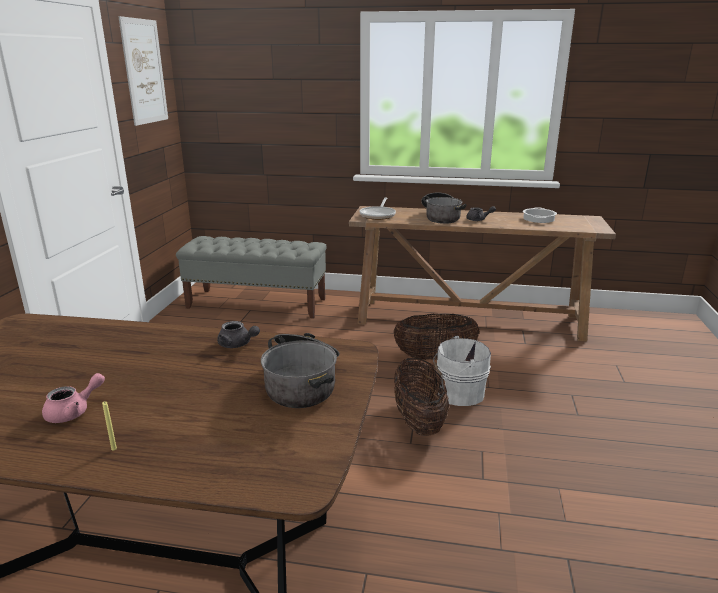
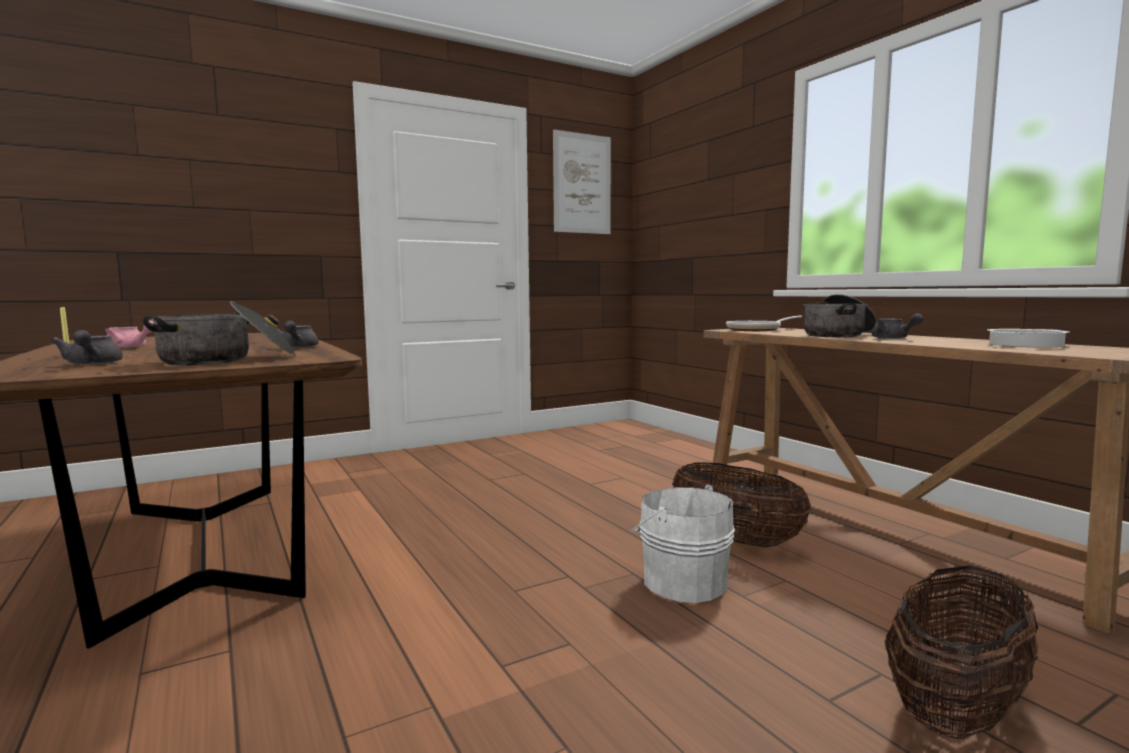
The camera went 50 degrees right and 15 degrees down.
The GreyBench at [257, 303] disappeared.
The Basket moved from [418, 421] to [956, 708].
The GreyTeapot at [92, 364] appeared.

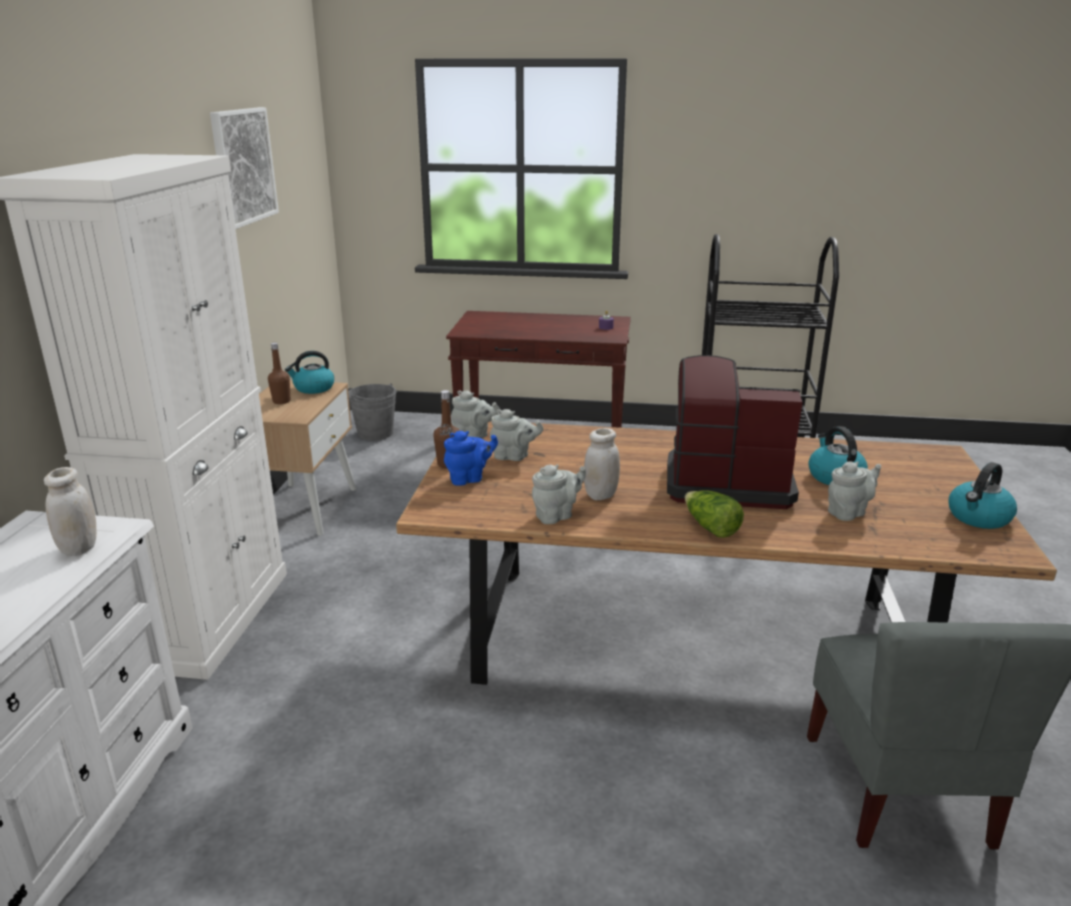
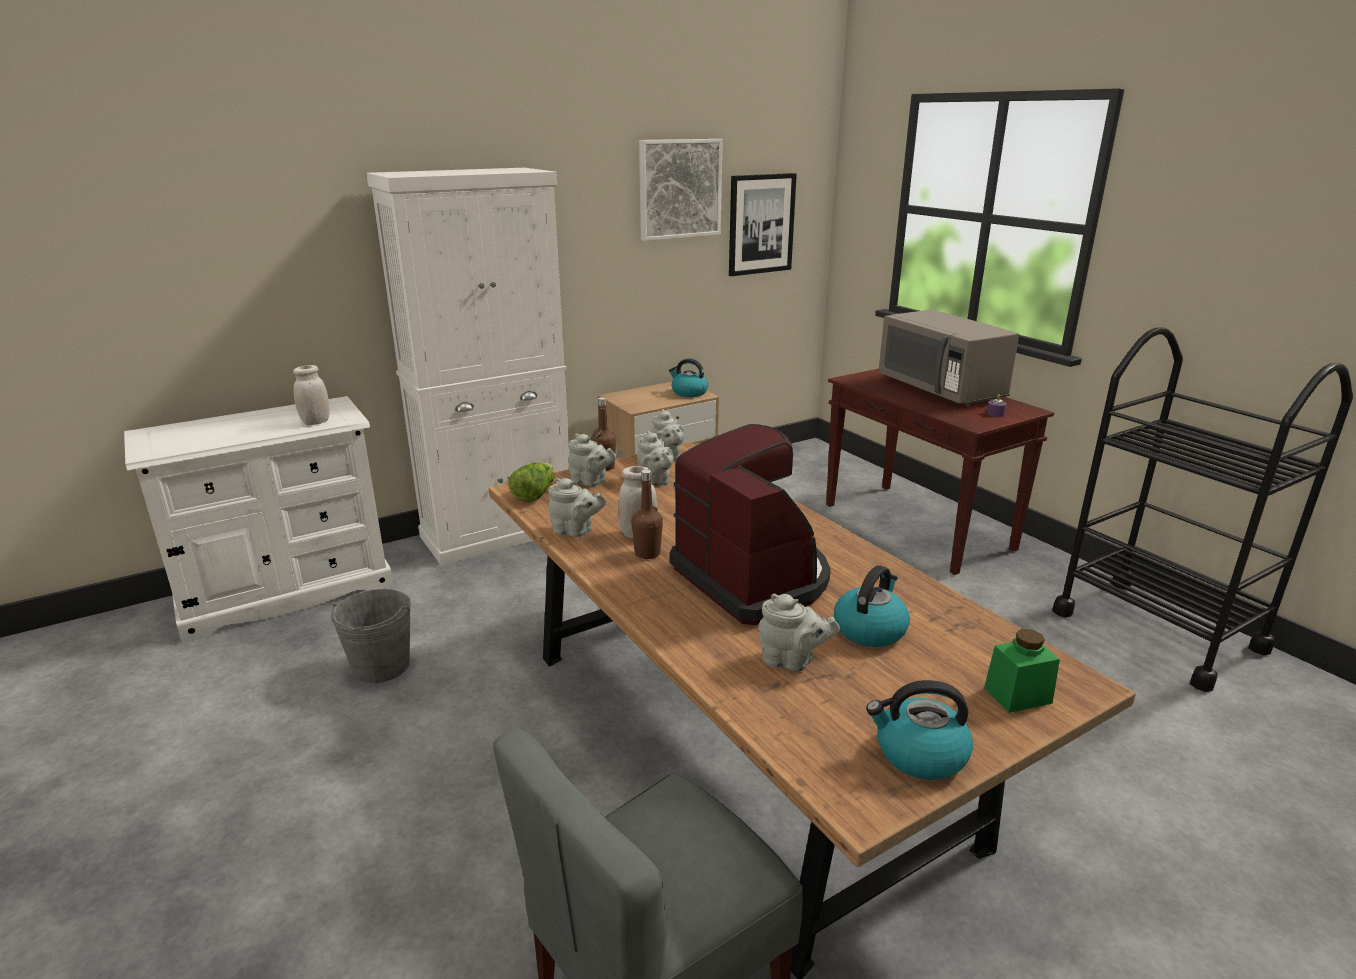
The camera went 50 degrees right and 0 degrees up.
The BrownBottle moved from [281, 401] to [647, 553].
The GreyBucket moved from [375, 433] to [381, 666].
The BlueTeapot at [469, 479] became the GreyTeapot at [591, 482].
The Lettuce moved from [710, 527] to [534, 494].
The Picture at [761, 224] appeared.
The GreyMicrowave at [940, 390] appeared.
The GreenJar at [1017, 695] appeared.

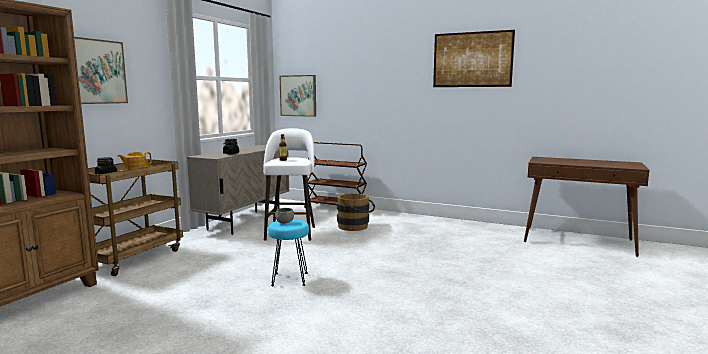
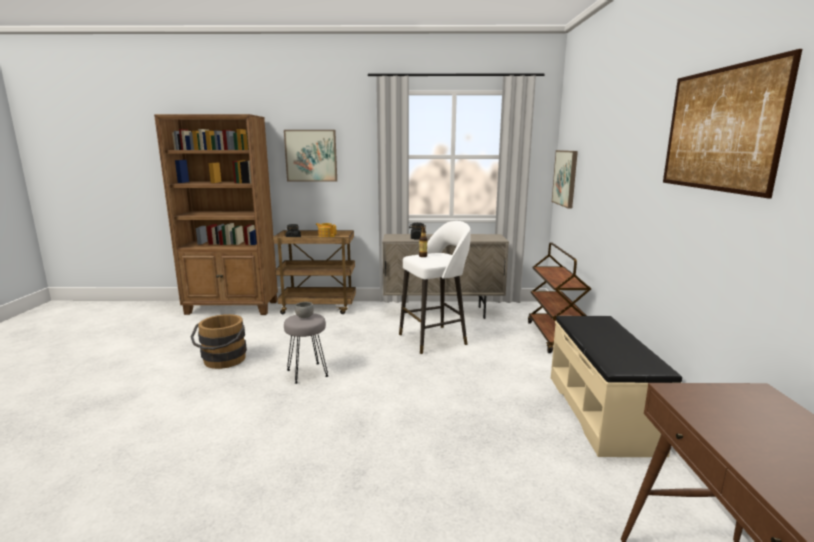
The camera went 65 degrees right and 5 degrees up.
The BrownBucket moved from [356, 227] to [223, 361].
The TurquoiseStool at [290, 279] became the GreyStool at [308, 373].
The BeigeBench at [602, 412] appeared.

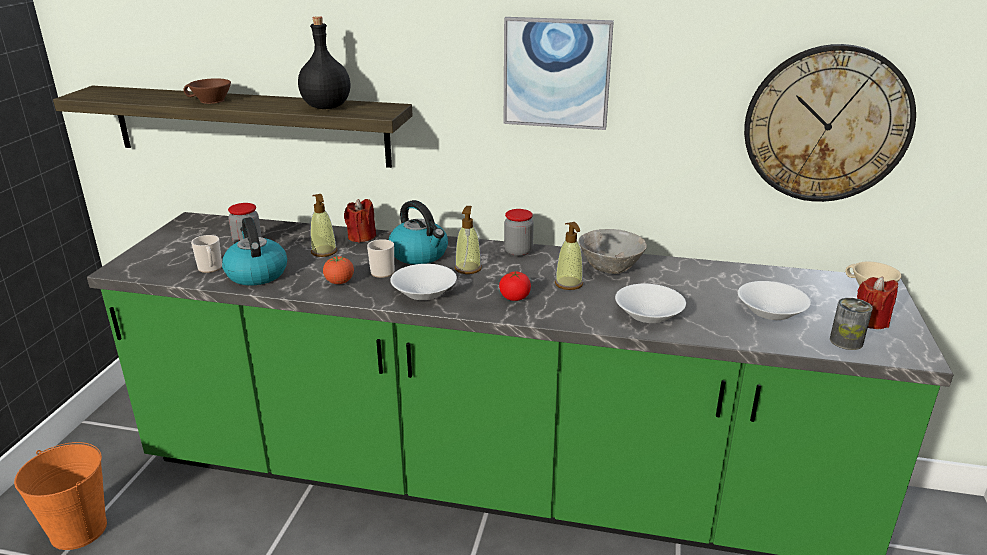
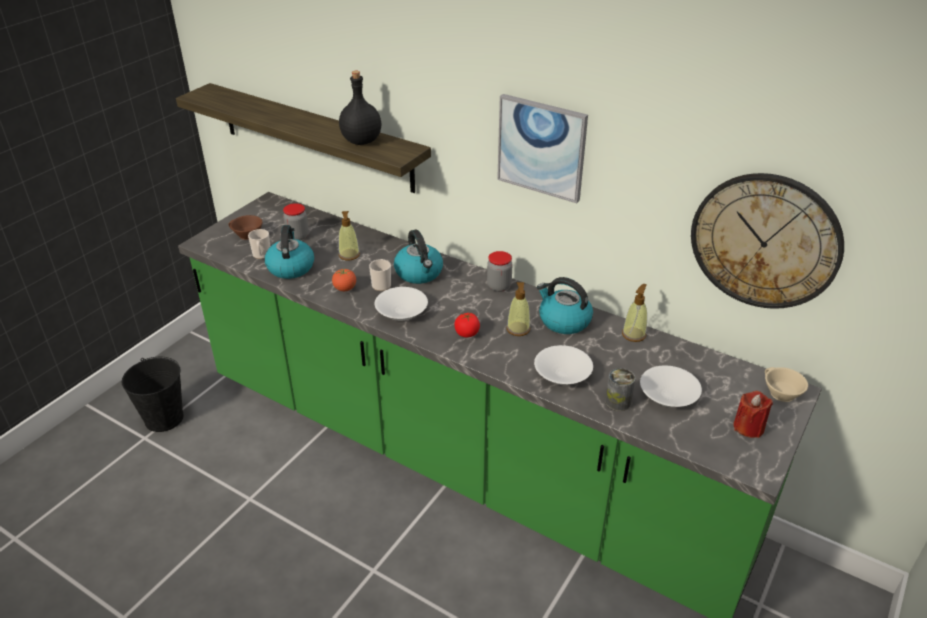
The camera went 20 degrees right and 10 degrees up.
The BrownCup moved from [210, 101] to [246, 235].
The RedCandle at [361, 237] disappeared.
The SoapDispenser moved from [468, 268] to [634, 334].
The GreyBowl at [610, 268] was replaced by the Kettle at [563, 321].
The Can moved from [846, 341] to [618, 402].
The OrangeBucket at [78, 530] became the BlackBucket at [164, 418].

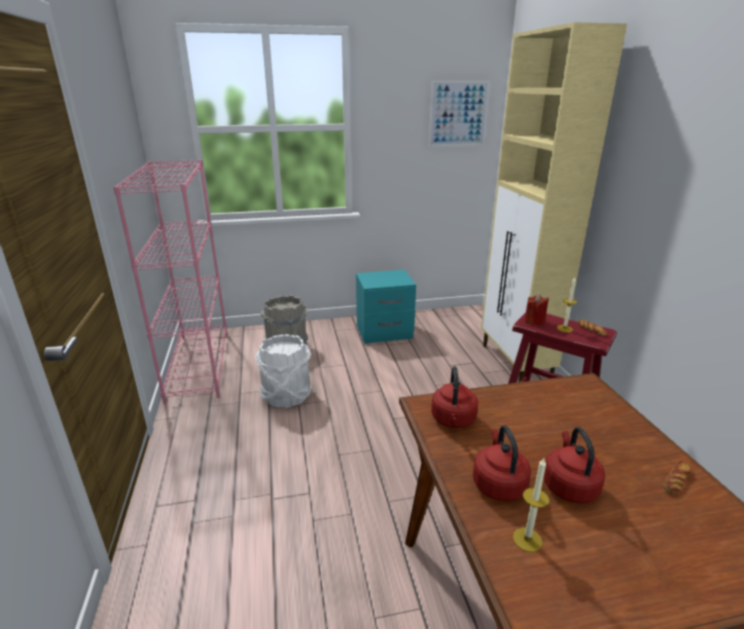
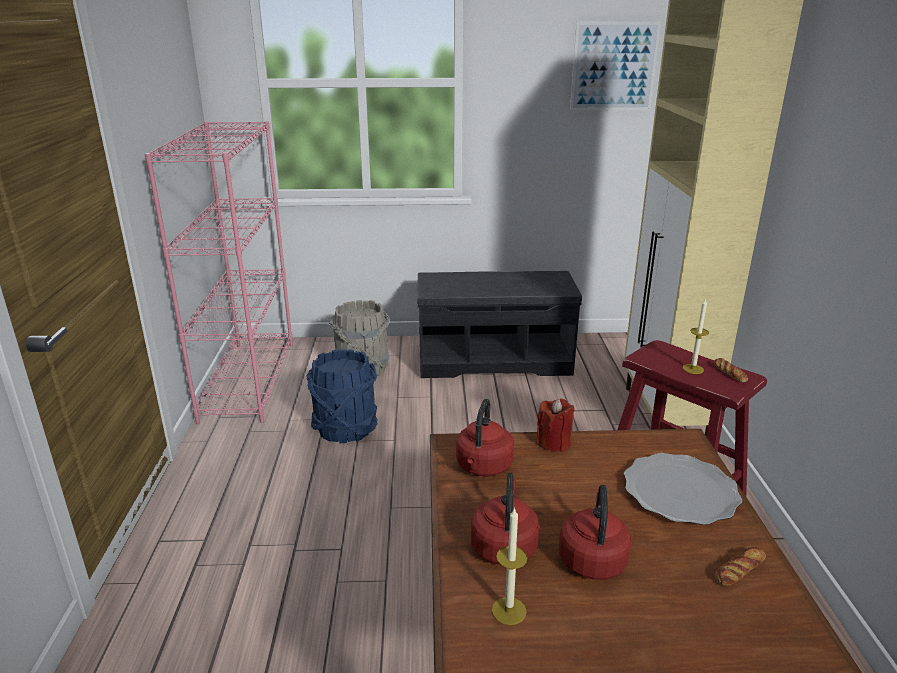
The camera went 10 degrees right and 0 degrees up.
The TurquoiseNightstand at [384, 332] was replaced by the GreyBench at [495, 360].
The RedCandle moved from [534, 321] to [554, 442].
The WhiteBucket at [286, 395] became the BlueBucket at [346, 428].
The Plate at [680, 492] appeared.

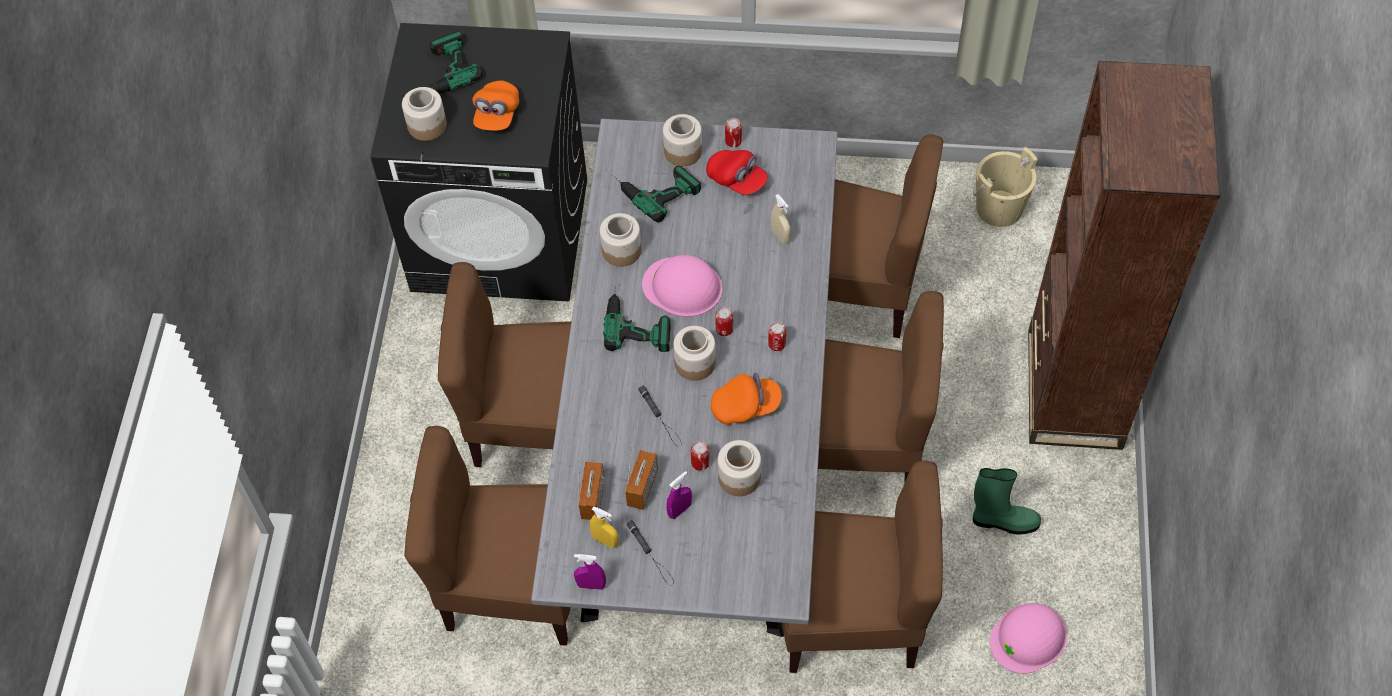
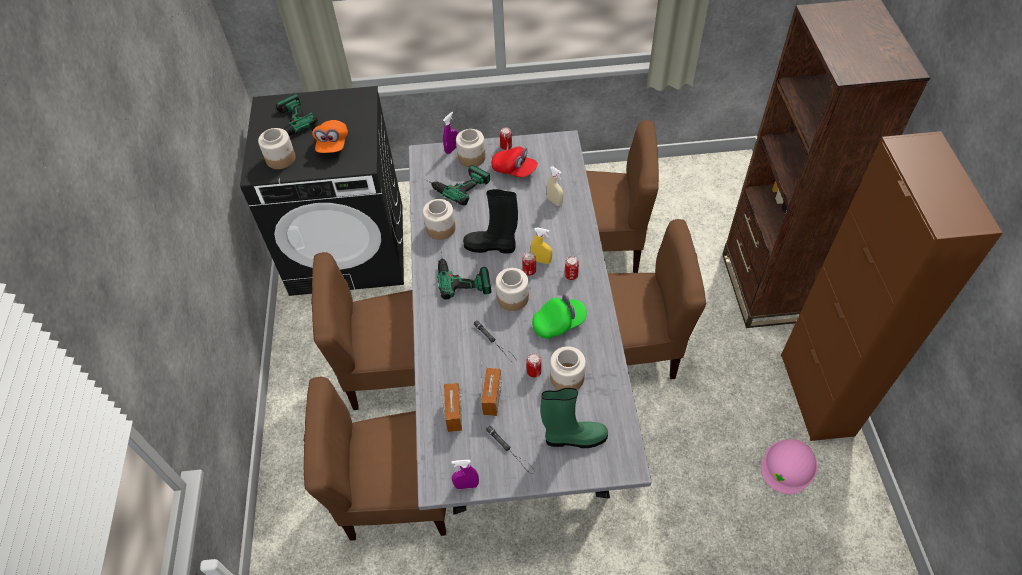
The camera went 10 degrees left and 5 degrees down.
The BeigeBucket at [999, 208] disappeared.
The PinkHardHat at [682, 287] was replaced by the BlackBoot at [491, 246].
The OrangeCap at [745, 406] became the GreenCap at [559, 323].
The BrownChair at [851, 616] disappeared.
The GreenBoot moved from [1003, 521] to [574, 438].
The PurpleSprayBottle moved from [679, 510] to [451, 149].
The YellowSprayBottle moved from [605, 541] to [541, 260].
The BrownCabinet at [816, 394] appeared.

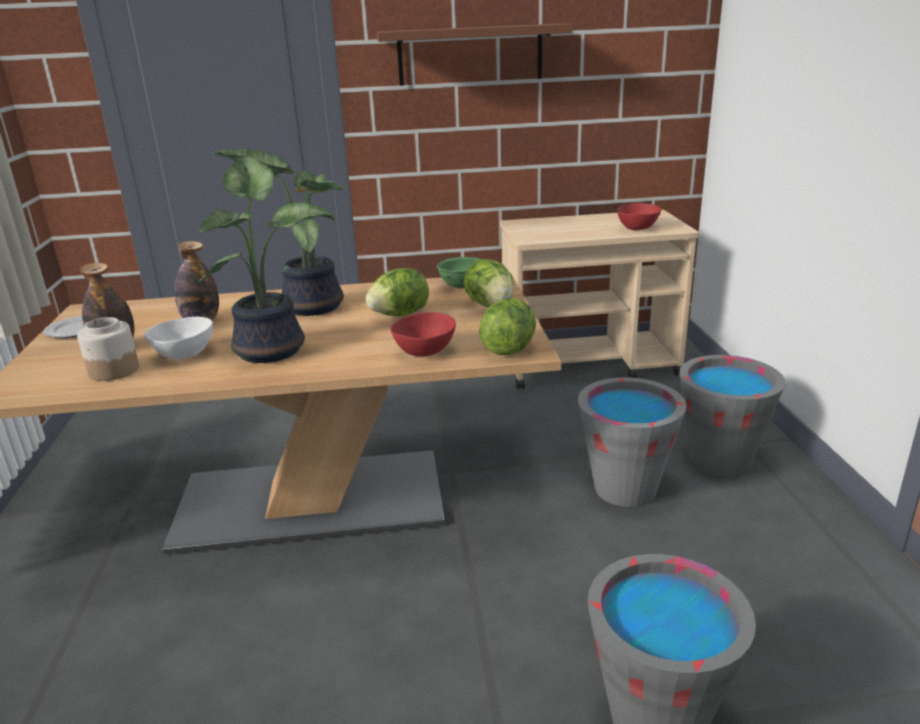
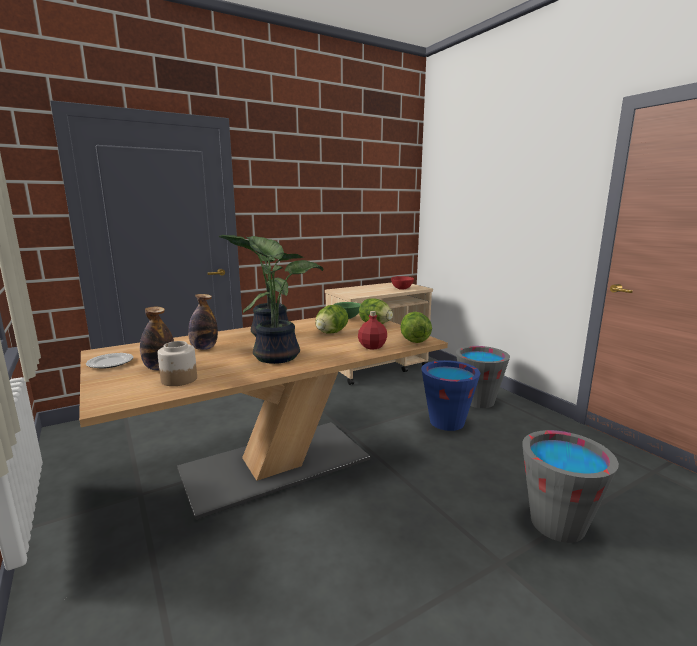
The camera went 25 degrees left and 10 degrees down.
The BrownShelf at [470, 55] disappeared.
The RedBowl at [426, 351] was replaced by the RedBottle at [372, 346].
The WhiteBowl at [186, 355] disappeared.
The GreyBucket at [625, 488] became the BlueBucket at [447, 422].

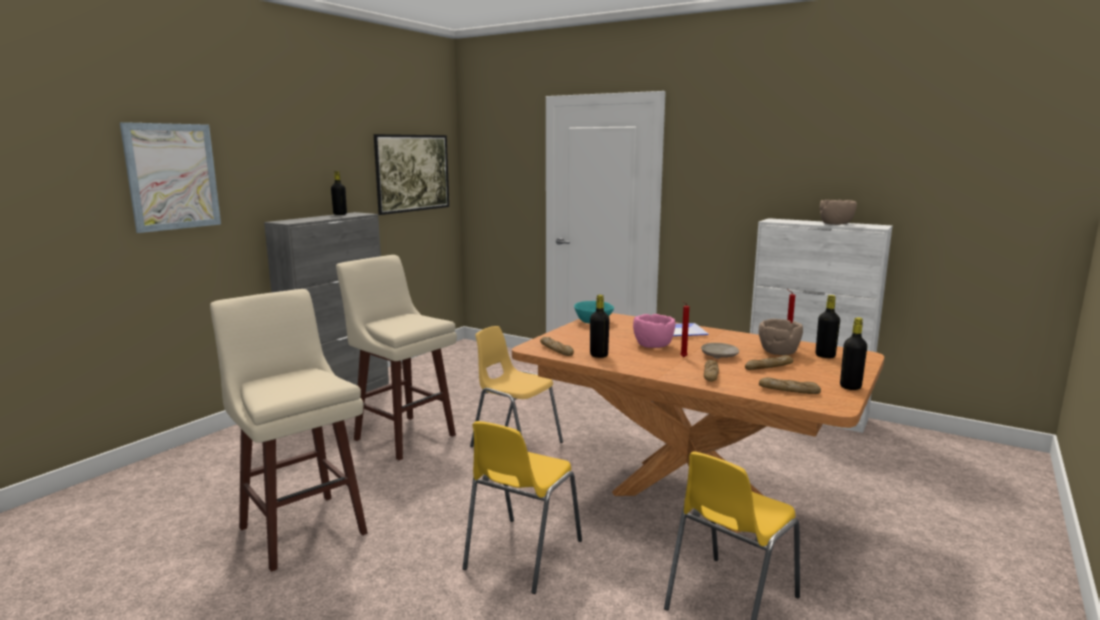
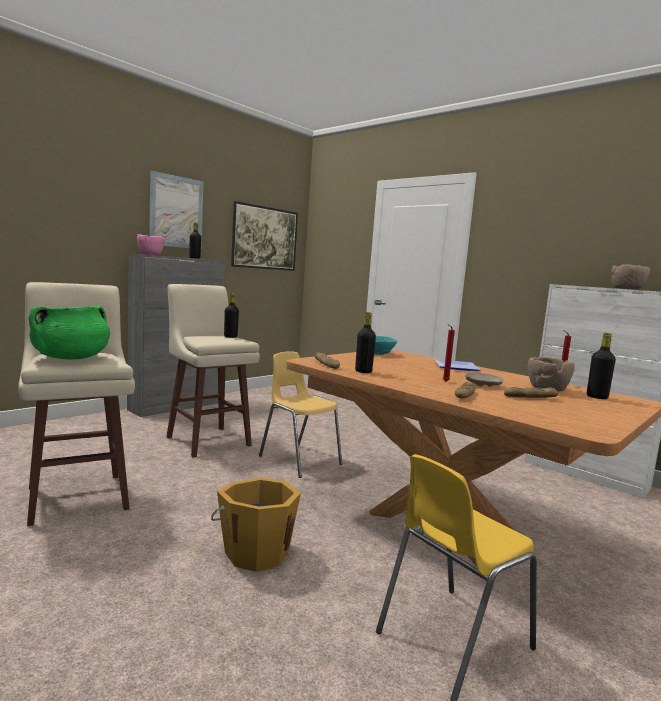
The camera went 10 degrees right and 5 degrees down.
The Picture moved from [172, 176] to [176, 212].
The PinkBowl moved from [654, 345] to [150, 254].
The BlackBottle moved from [850, 387] to [230, 337].
The Bread at [789, 391] disappeared.
The YellowChair at [521, 555] was replaced by the OrangeBucket at [256, 552].
The GreenCookingPot at [71, 358] appeared.

